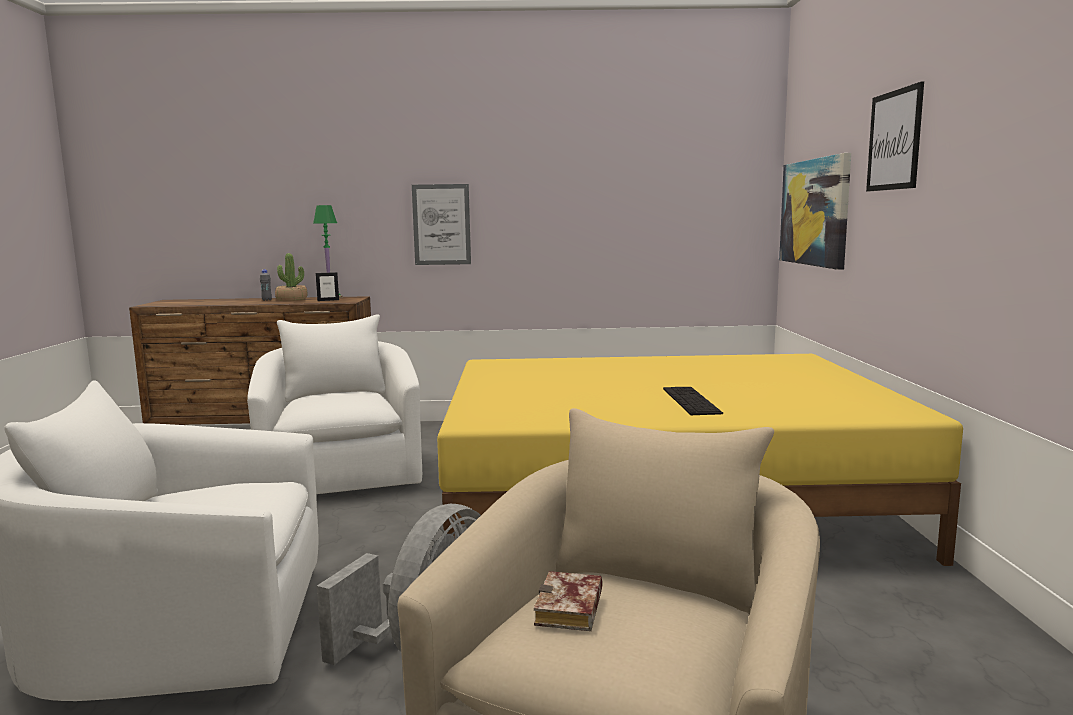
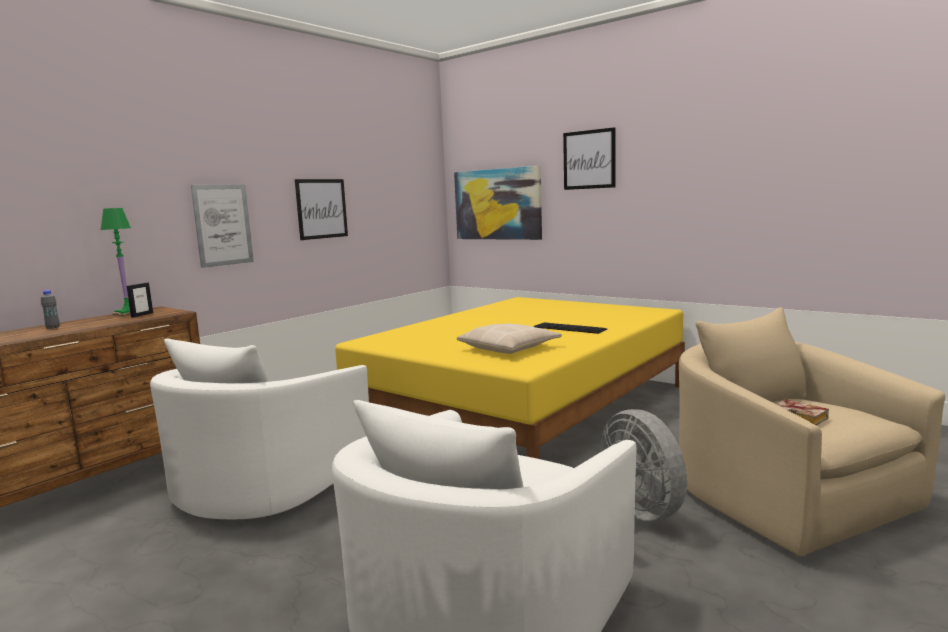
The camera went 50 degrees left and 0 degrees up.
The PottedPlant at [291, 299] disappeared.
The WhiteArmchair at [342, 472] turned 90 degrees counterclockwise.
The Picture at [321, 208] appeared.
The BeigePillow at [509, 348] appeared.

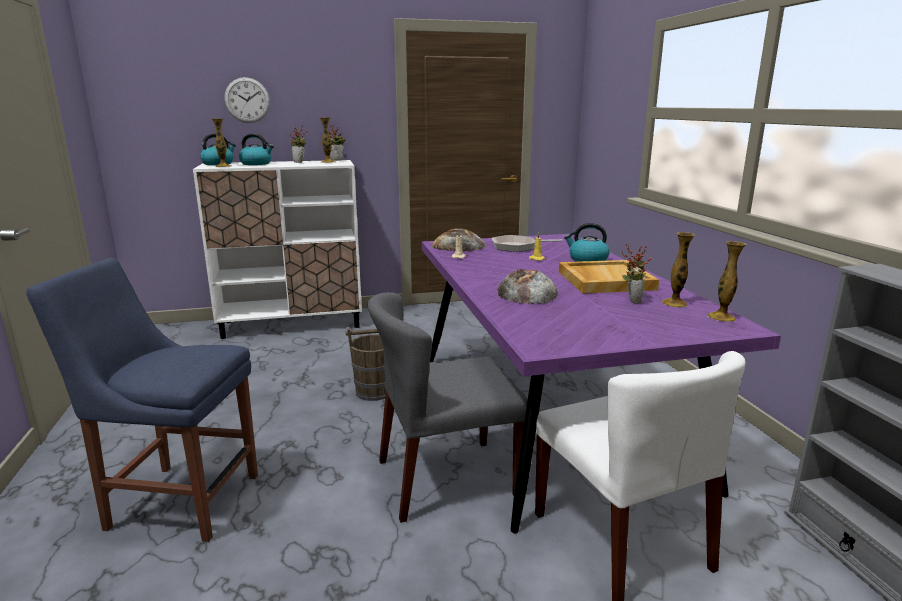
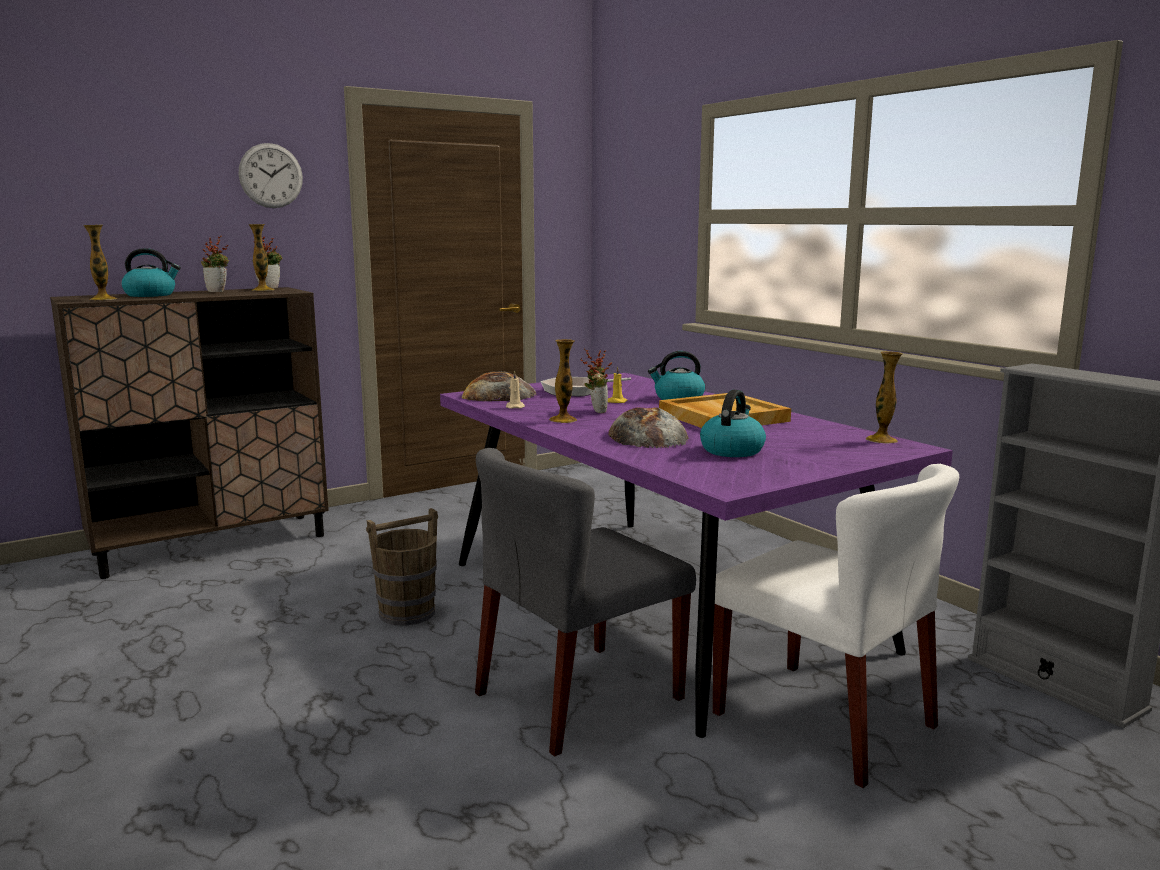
The camera went 20 degrees left and 5 degrees down.
The WallClock moved from [247, 100] to [271, 175].
The Kettle moved from [218, 164] to [732, 450].
The WhiteCabinet at [292, 324] became the BrownCabinet at [212, 544].
The Vase moved from [674, 303] to [563, 420].
The PottedPlant moved from [631, 300] to [596, 411].
The BlueChair at [178, 500] disappeared.

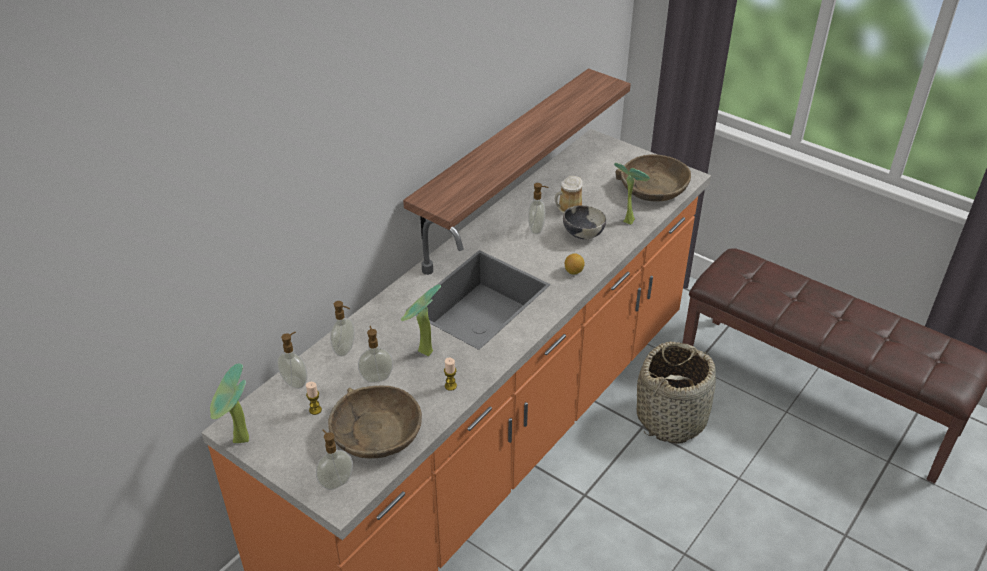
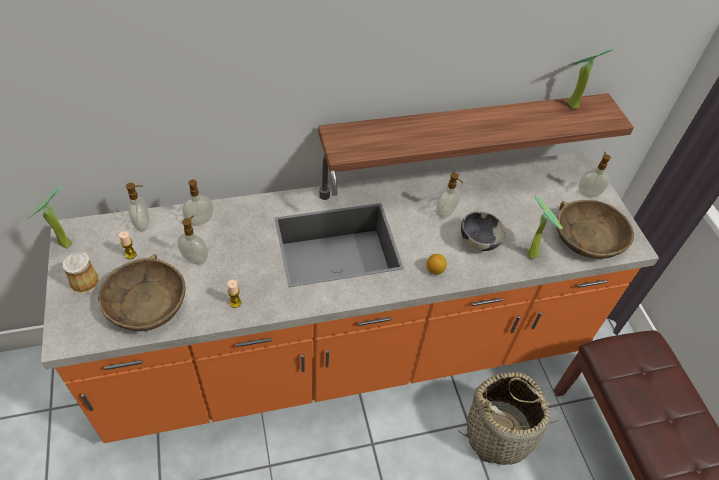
The camera went 35 degrees right and 10 degrees up.
The Mug moved from [568, 208] to [83, 281].
The PottedPlant moved from [422, 353] to [569, 105].
The SoapDispenser moved from [336, 481] to [588, 193].

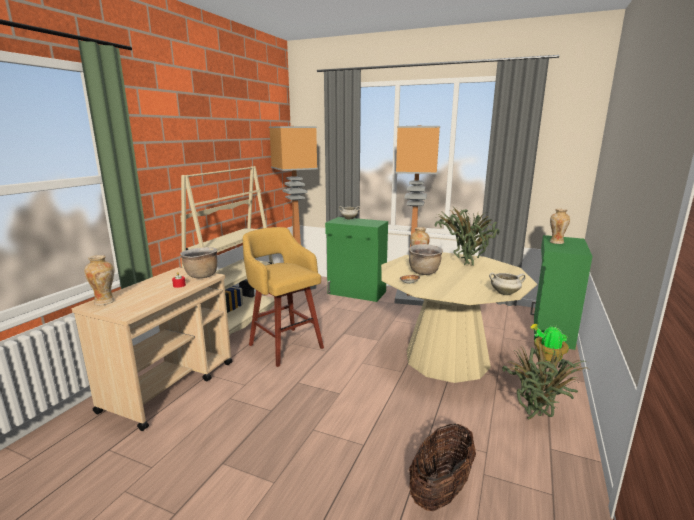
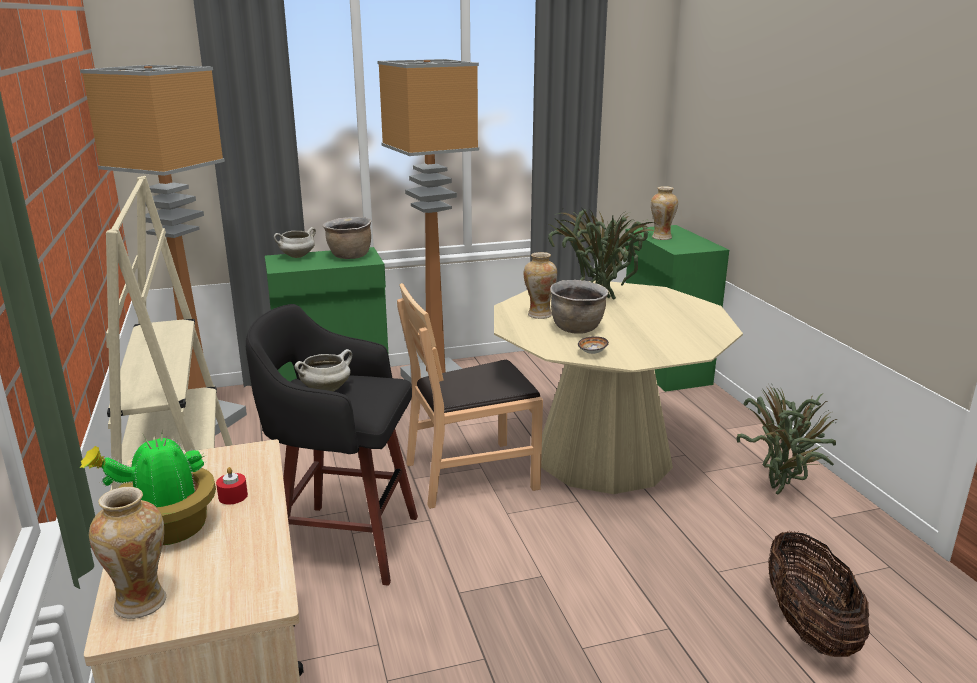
The camera went 40 degrees left and 5 degrees up.
The YellowStool at [284, 345] became the BlackStool at [344, 542].
The BrownCookingPot moved from [201, 276] to [350, 256].
The WhiteCookingPot moved from [505, 293] to [326, 389].
The PottedPlant moved from [547, 357] to [167, 530].
The BrownChair at [471, 474] appeared.

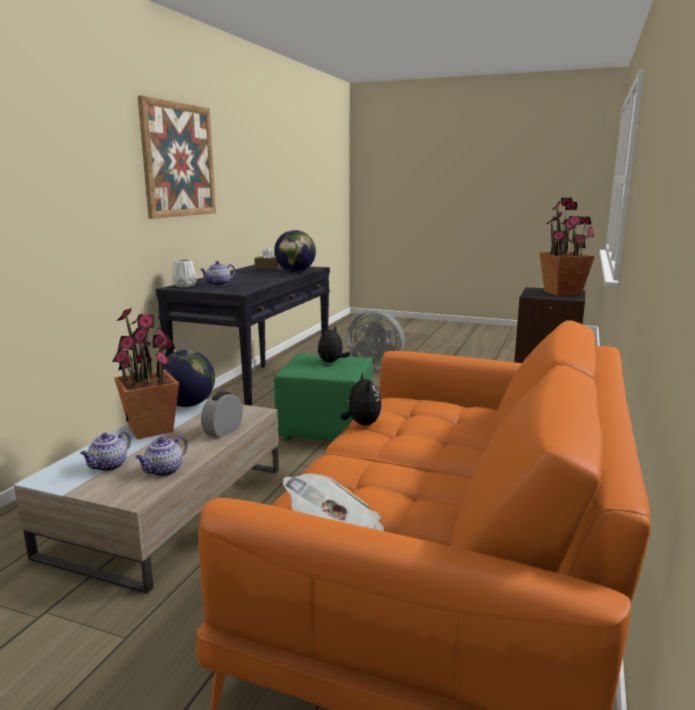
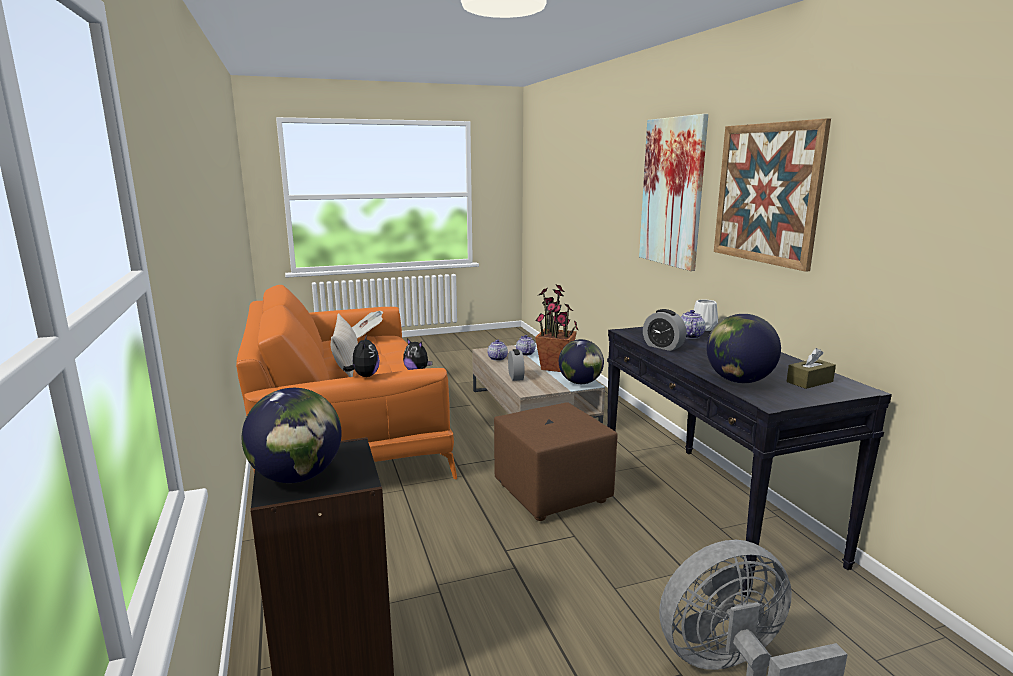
The camera went 140 degrees right and 0 degrees up.
The PottedPlant at [563, 293] was replaced by the Globe at [297, 477].
The PlushToy moved from [331, 362] to [364, 376].
The GreenOttoman at [325, 429] became the BrownOttoman at [553, 493].
The Picture at [672, 192] appeared.
The AlarmClock at [663, 346] appeared.
The BeigePillow at [346, 364] appeared.

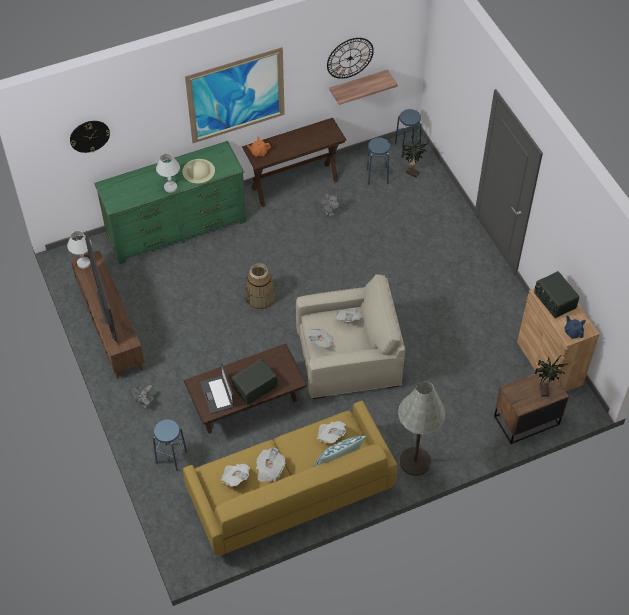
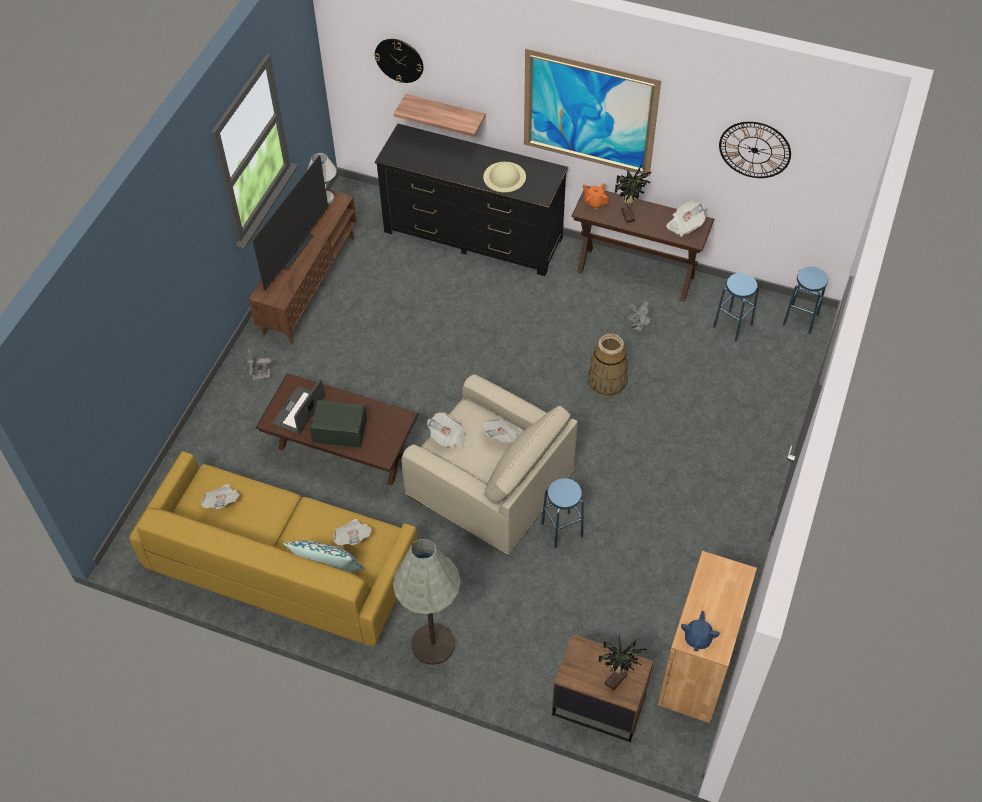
The camera went 45 degrees right and 0 degrees up.
The Shelf moved from [358, 85] to [445, 113].
The PottedPlant moved from [412, 172] to [629, 215].
The GreenDresser at [176, 227] became the BlackDresser at [473, 235].
The WhiteTableLamp at [170, 187] disappeared.
The Basket moved from [260, 298] to [607, 381].
The Radio at [554, 301] disappeared.
The BlueStool moved from [171, 457] to [562, 530].
The Newspaper moved from [269, 469] to [684, 225].

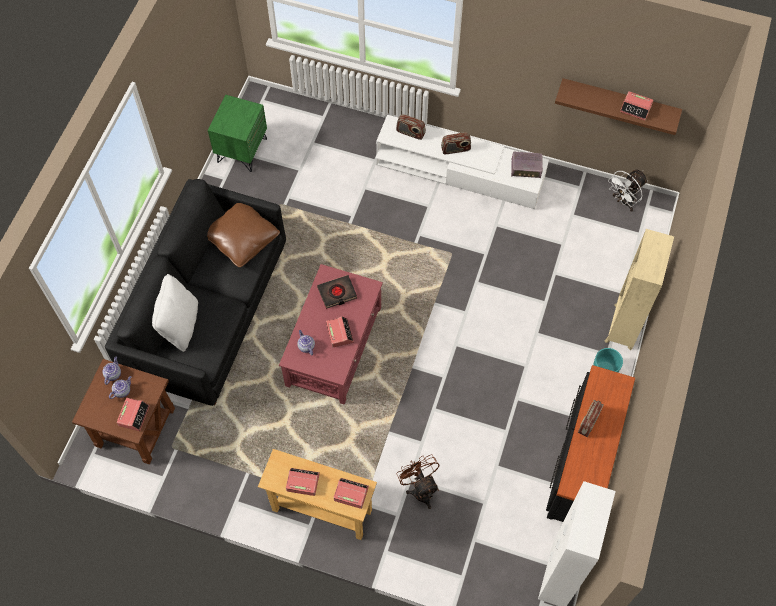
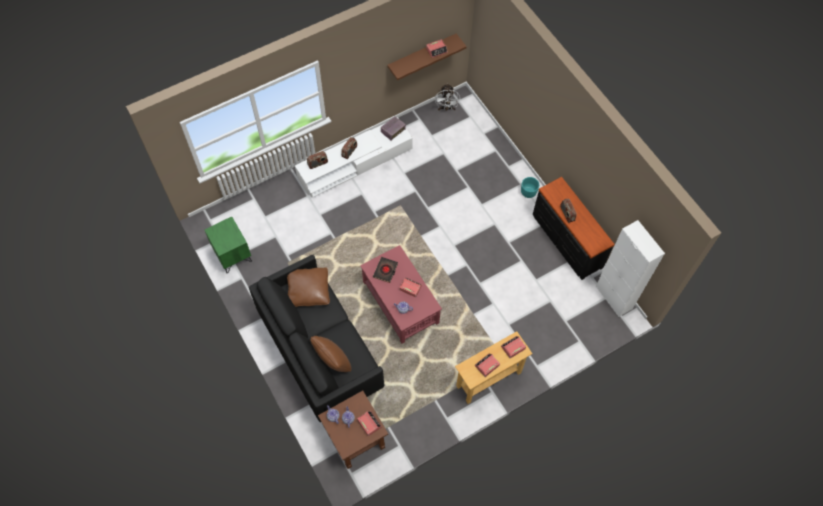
The camera went 50 degrees left and 0 degrees up.
The BeigeBookcase at [622, 327] disappeared.
The WhitePillow at [180, 325] became the BrownPillow at [332, 361].
The BrownFan at [420, 488] disappeared.

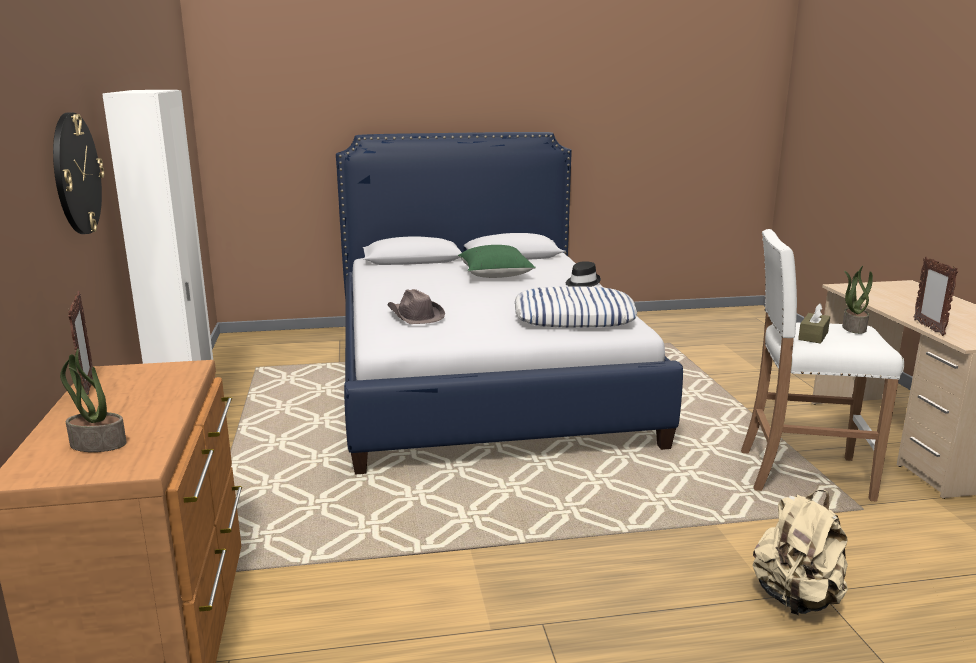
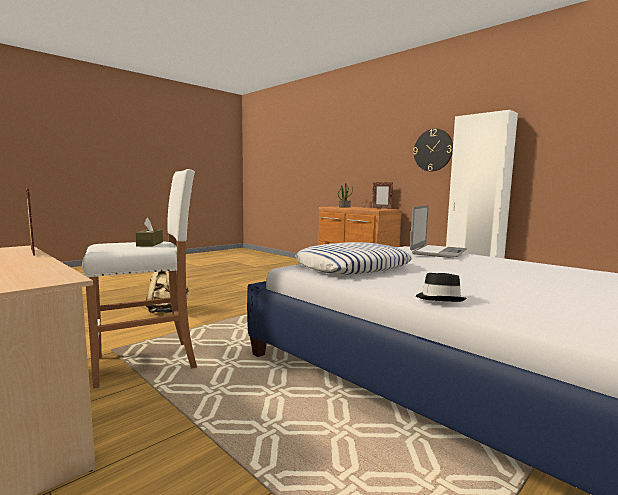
The camera went 145 degrees right and 10 degrees down.
The GreenPillow at [495, 275] disappeared.
The PottedPlant at [853, 328] disappeared.
The BrownHat at [415, 316] was replaced by the Laptop at [438, 252].

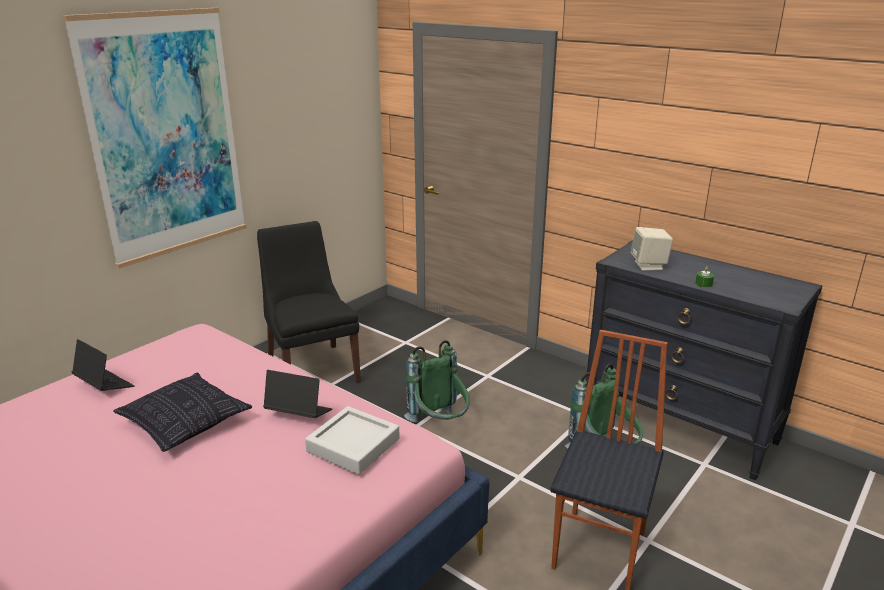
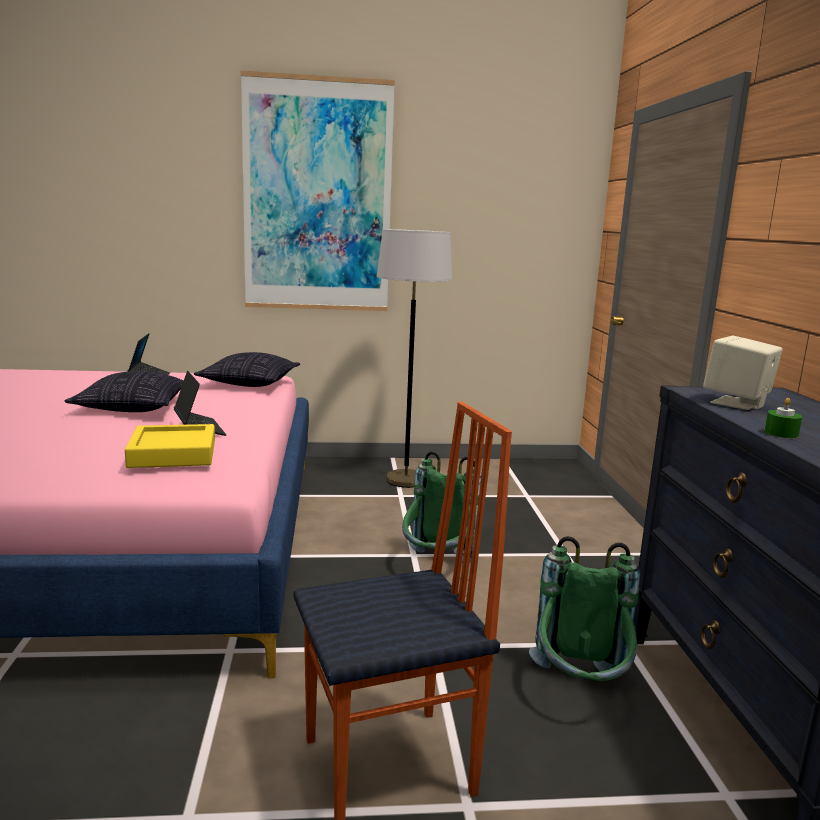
The camera went 45 degrees right and 10 degrees down.
The BlackChair at [312, 369] was replaced by the GreyFloorLamp at [406, 480].
The GreyTray at [353, 445] became the YellowTray at [173, 454].
The Pillow at [250, 383] appeared.

